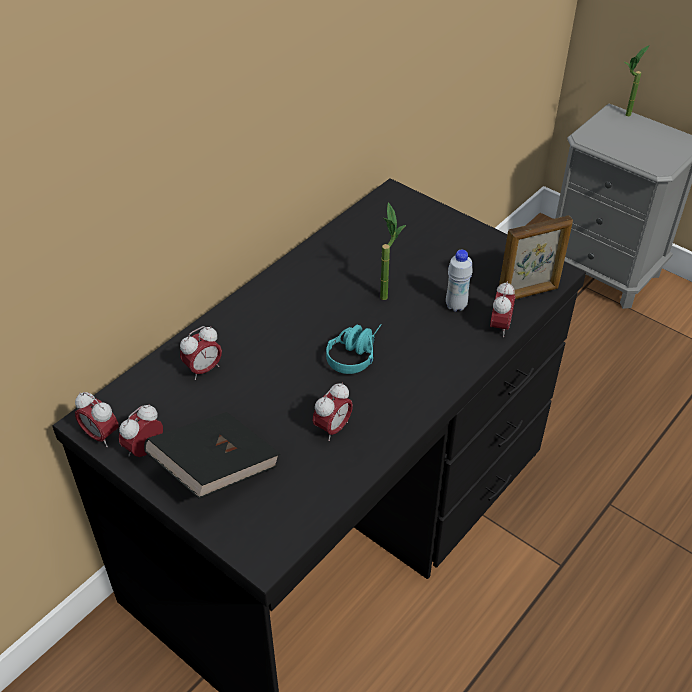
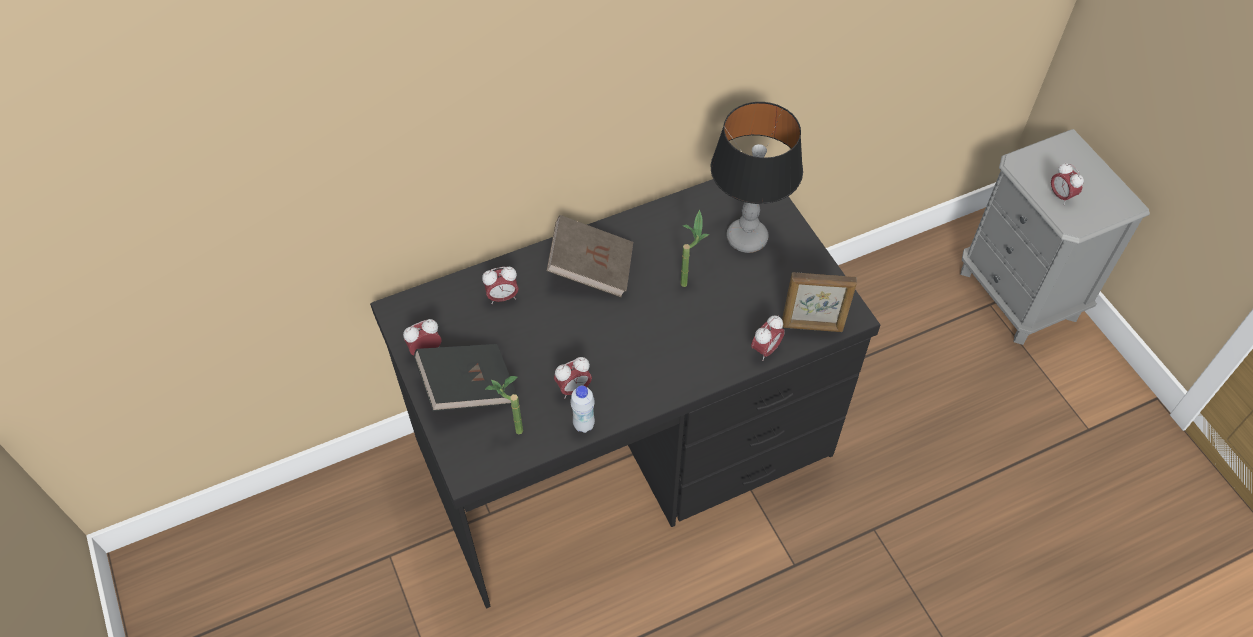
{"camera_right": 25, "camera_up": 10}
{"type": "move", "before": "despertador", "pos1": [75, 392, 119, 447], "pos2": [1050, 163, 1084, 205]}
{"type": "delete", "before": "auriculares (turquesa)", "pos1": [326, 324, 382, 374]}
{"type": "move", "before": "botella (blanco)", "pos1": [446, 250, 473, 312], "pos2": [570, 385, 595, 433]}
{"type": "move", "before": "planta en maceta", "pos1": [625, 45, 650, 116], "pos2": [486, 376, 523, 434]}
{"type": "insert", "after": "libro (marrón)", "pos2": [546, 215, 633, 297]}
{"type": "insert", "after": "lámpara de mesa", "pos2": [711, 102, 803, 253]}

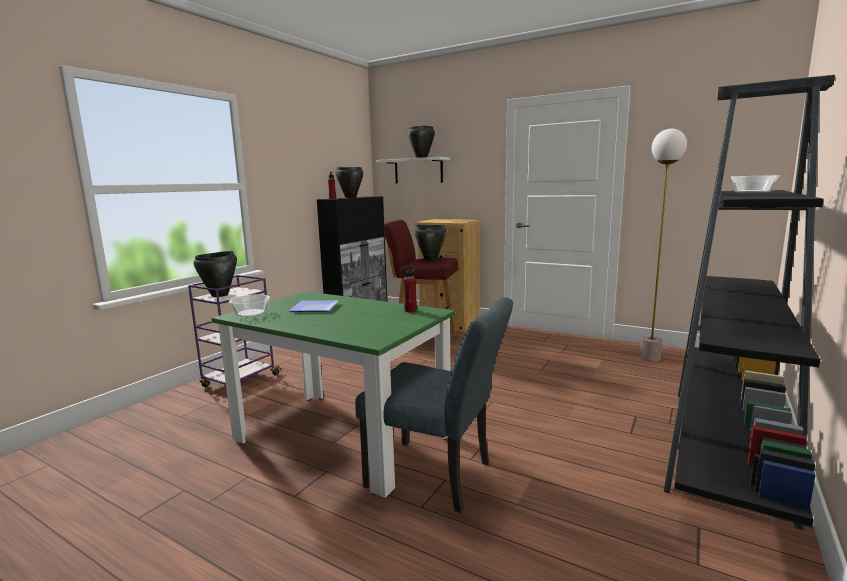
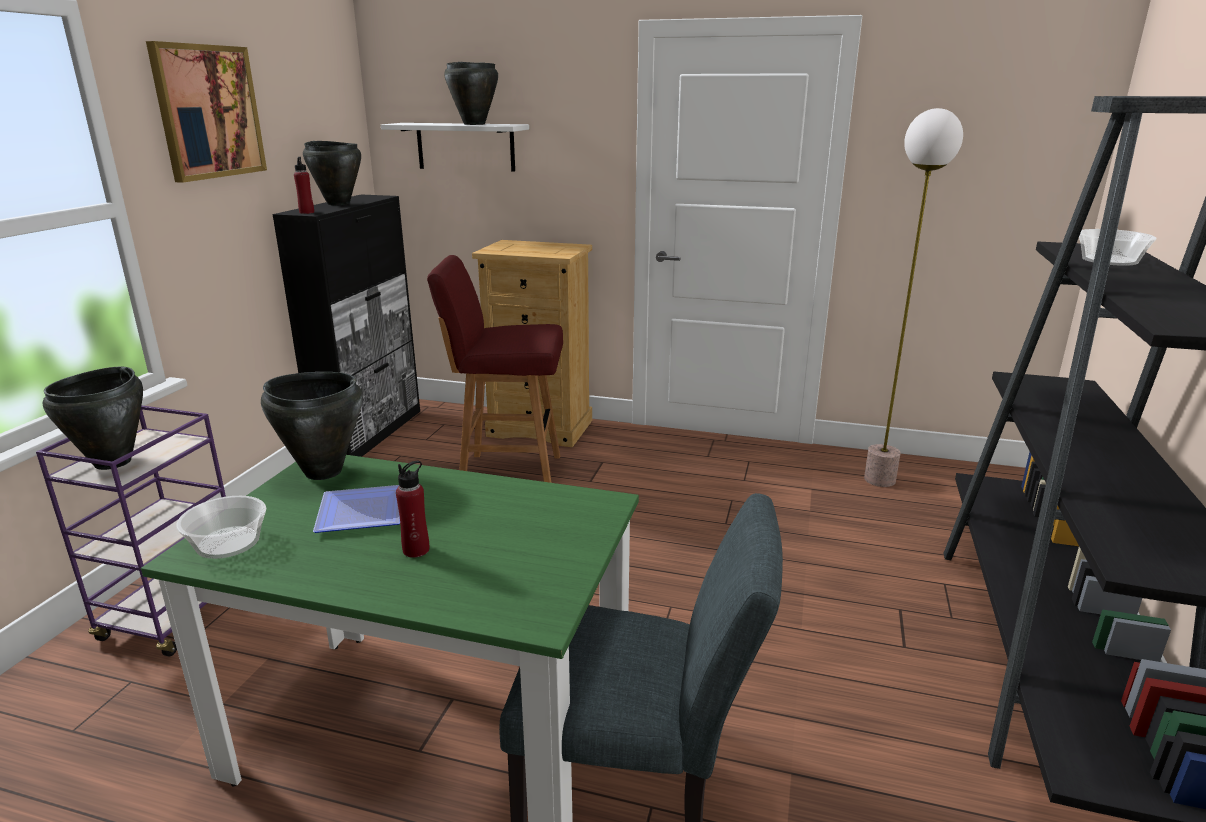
{"camera_right": -15, "camera_up": 10}
{"type": "move", "before": "botella (rojo)", "pos1": [404, 265, 417, 312], "pos2": [396, 461, 429, 558]}
{"type": "move", "before": "olla (negro)", "pos1": [414, 225, 447, 260], "pos2": [261, 372, 363, 480]}
{"type": "insert", "after": "cuadro", "pos2": [146, 41, 267, 183]}

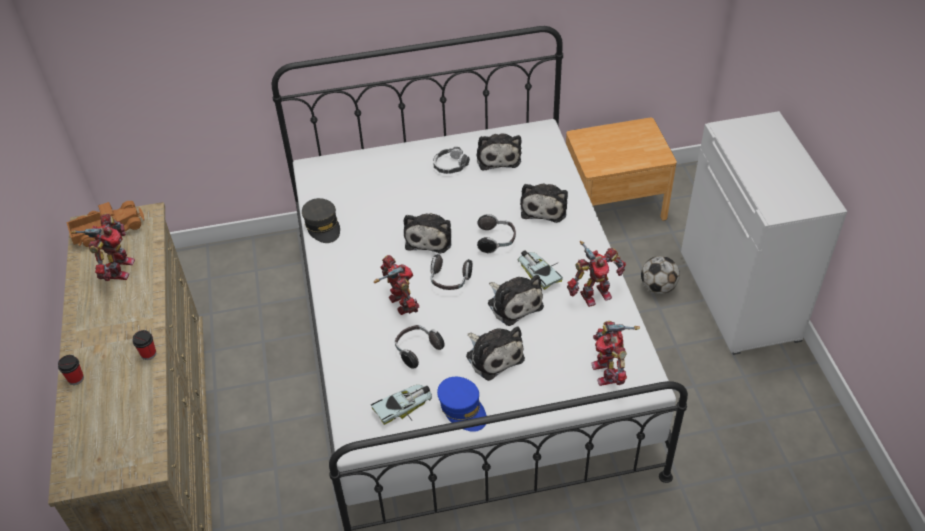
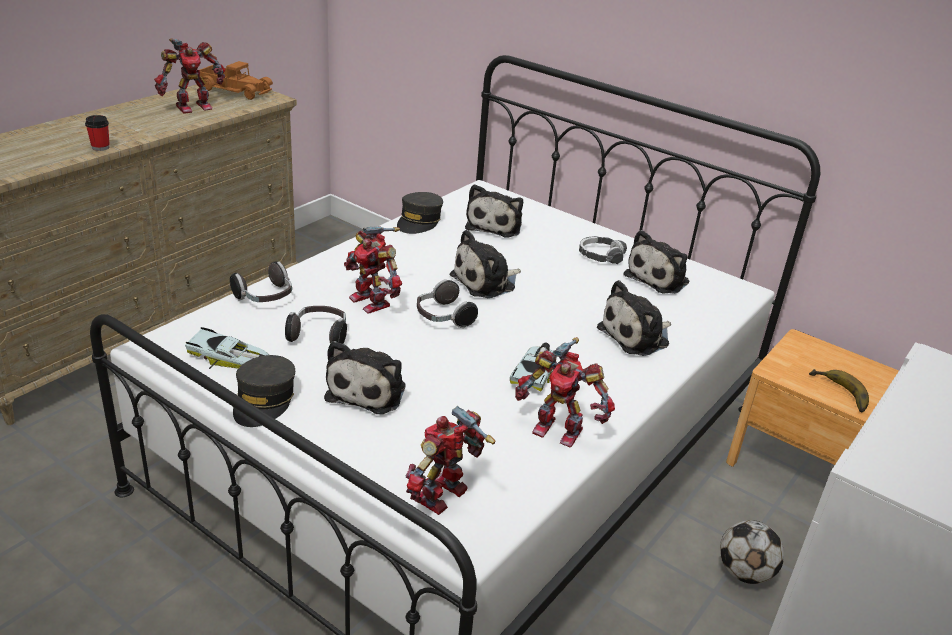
{"camera_right": 45, "camera_up": -15}
{"type": "delete", "before": "taza", "pos1": [58, 355, 84, 385]}
{"type": "rotate", "before": "robot de juguete", "pos1": [374, 255, 419, 315], "pos2": [344, 226, 402, 314], "turn": 120}
{"type": "recolor", "before": "gorra (azul)", "after": "gorra (gris)", "pos1": [437, 377, 487, 432], "pos2": [233, 355, 295, 427]}
{"type": "move", "before": "auriculares", "pos1": [477, 214, 516, 254], "pos2": [230, 261, 292, 302]}
{"type": "move", "before": "peluche", "pos1": [488, 275, 544, 326], "pos2": [465, 184, 523, 237]}
{"type": "insert", "after": "plátano", "pos2": [809, 369, 869, 412]}

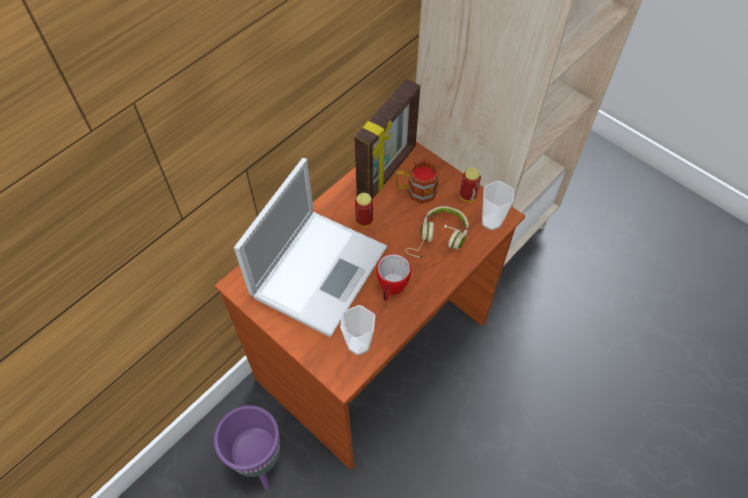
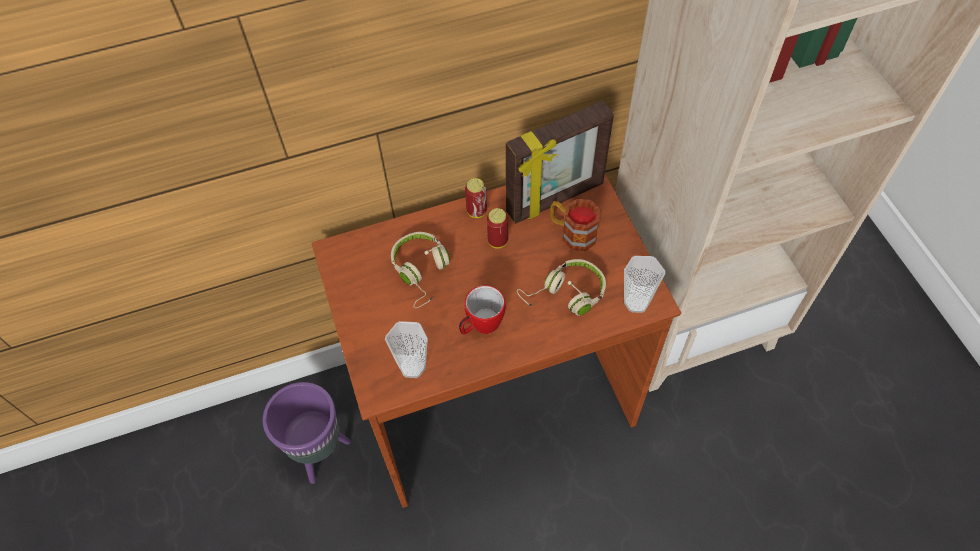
{"camera_right": 30, "camera_up": 0}
{"type": "replace", "before": "portátil", "after": "auriculares (beis)", "pos1": [234, 158, 387, 337], "pos2": [391, 232, 450, 308]}
{"type": "move", "before": "lata", "pos1": [460, 168, 481, 202], "pos2": [465, 178, 487, 218]}

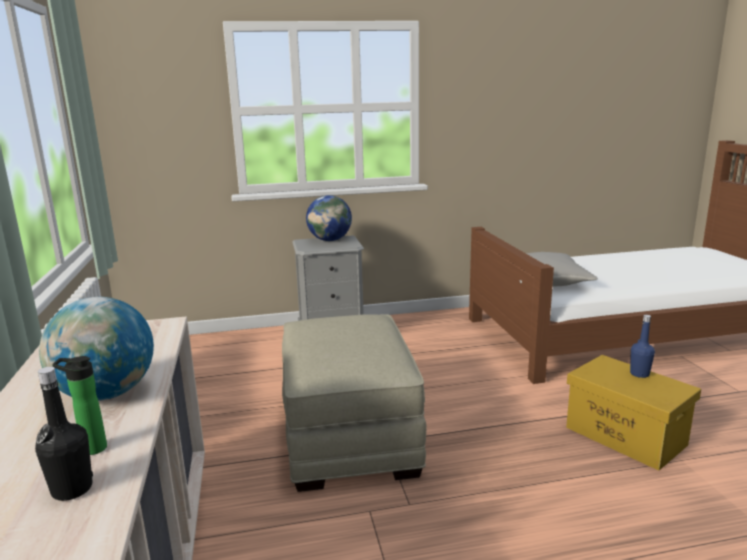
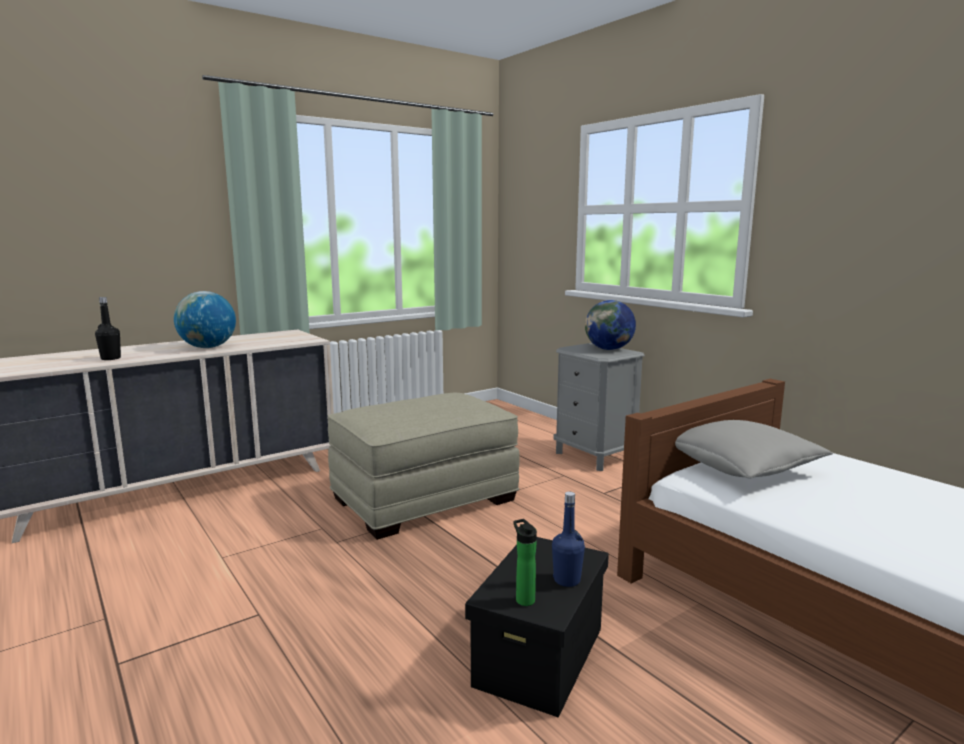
{"camera_right": 65, "camera_up": -5}
{"type": "move", "before": "botella", "pos1": [52, 356, 107, 455], "pos2": [513, 519, 537, 606]}
{"type": "recolor", "before": "caja de almacenaje (amarillo)", "after": "caja de almacenaje (negro)", "pos1": [566, 355, 701, 470], "pos2": [465, 537, 609, 717]}

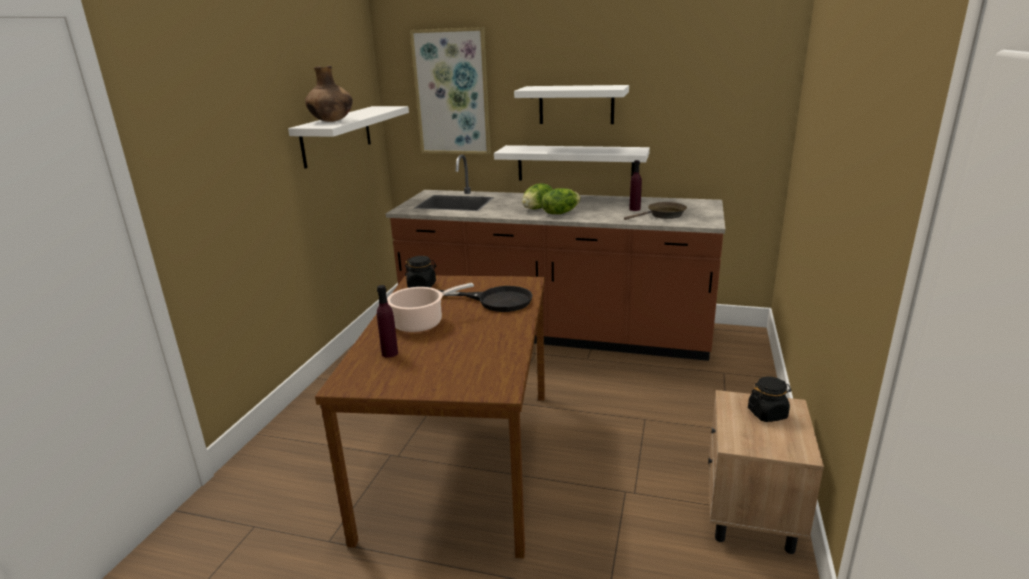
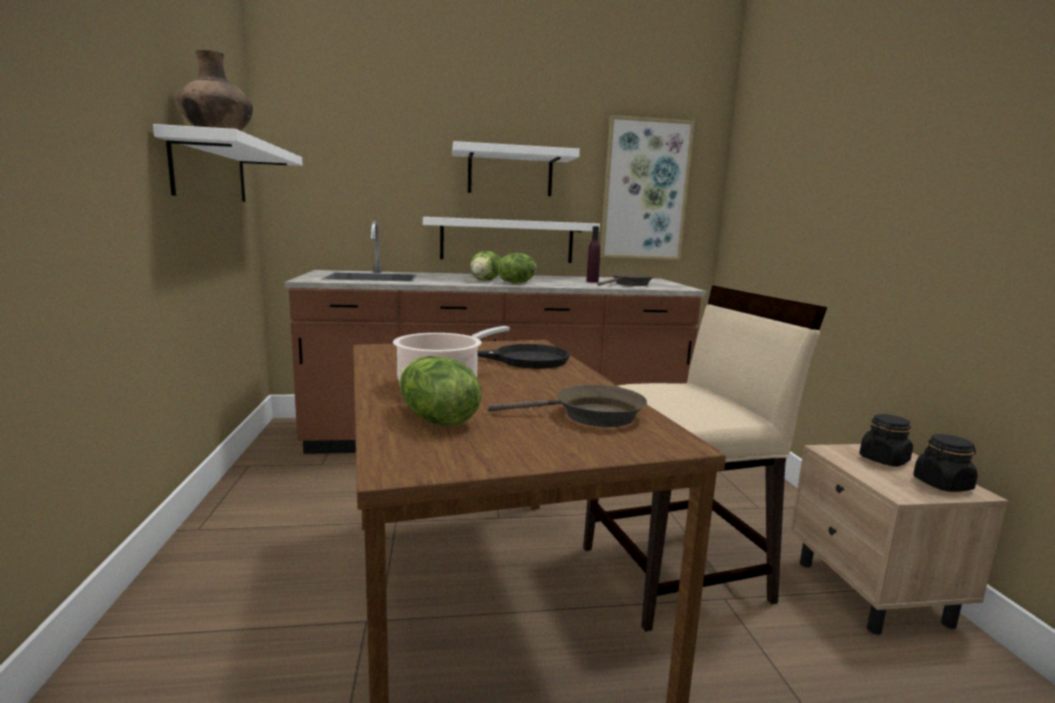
{"camera_right": -25, "camera_up": -10}
{"type": "replace", "before": "botella (morado)", "after": "lechuga", "pos1": [377, 285, 398, 358], "pos2": [399, 356, 481, 426]}
{"type": "move", "before": "tarro (negro)", "pos1": [405, 256, 437, 288], "pos2": [913, 434, 978, 492]}
{"type": "move", "before": "cuadro", "pos1": [410, 27, 491, 154], "pos2": [600, 115, 695, 260]}
{"type": "insert", "after": "sartén (marrón)", "pos2": [488, 385, 647, 427]}
{"type": "insert", "after": "silla (beis)", "pos2": [583, 285, 827, 632]}

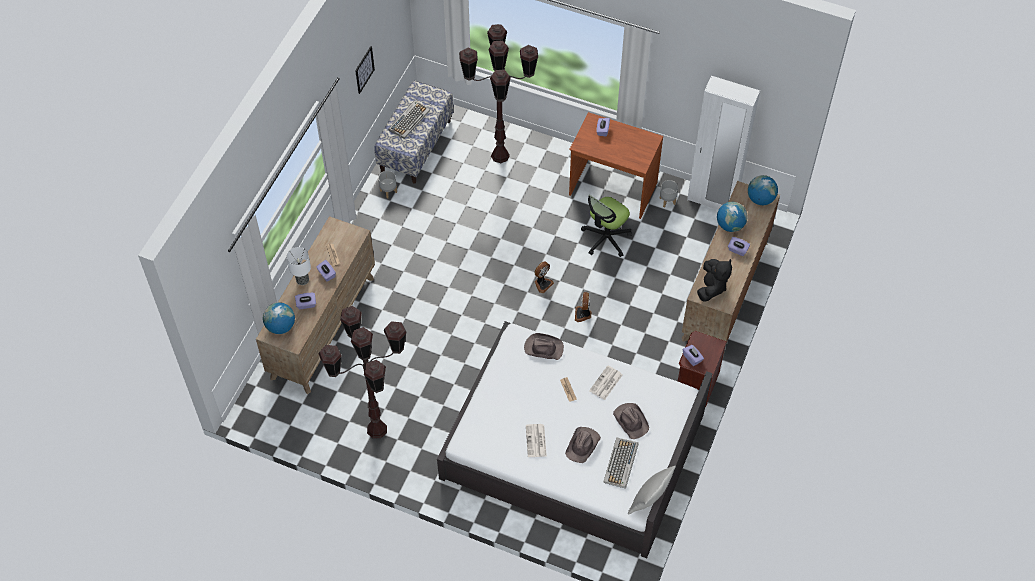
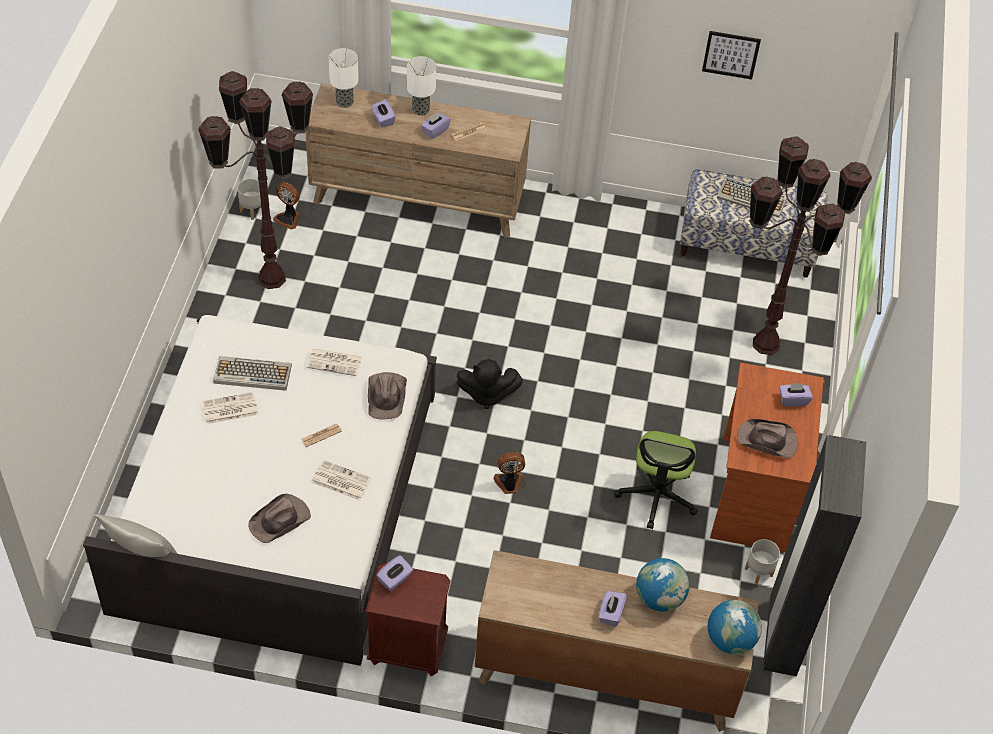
{"camera_right": 75, "camera_up": -5}
{"type": "replace", "before": "globo terráqueo", "after": "lámpara de mesa", "pos1": [263, 302, 295, 334], "pos2": [329, 48, 359, 108]}
{"type": "move", "before": "maceta (gris)", "pos1": [378, 171, 397, 198], "pos2": [238, 178, 261, 220]}
{"type": "move", "before": "ventilador", "pos1": [534, 261, 554, 293], "pos2": [273, 183, 299, 230]}
{"type": "move", "before": "sombrero (marrón)", "pos1": [565, 427, 601, 463], "pos2": [737, 419, 798, 458]}
{"type": "rotate", "before": "silla de oficina", "pos1": [581, 195, 632, 257], "pos2": [614, 431, 698, 529], "turn": -105}
{"type": "move", "before": "teclado", "pos1": [603, 438, 639, 489], "pos2": [213, 356, 292, 391]}
{"type": "recolor", "before": "armario ropero (blanco)", "after": "armario ropero (negro)", "pos1": [687, 76, 760, 210], "pos2": [763, 435, 866, 676]}
{"type": "move", "before": "peluche (negro)", "pos1": [697, 259, 732, 301], "pos2": [456, 359, 523, 409]}
{"type": "insert", "after": "periódico", "pos2": [306, 348, 362, 376]}

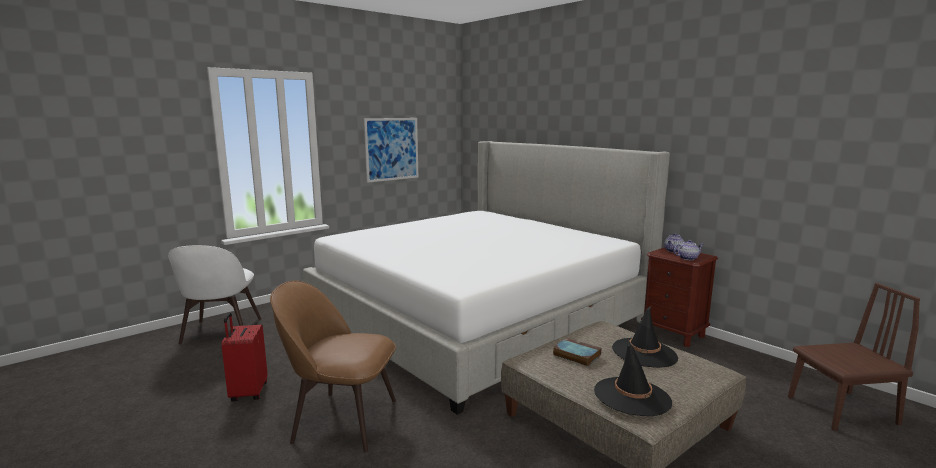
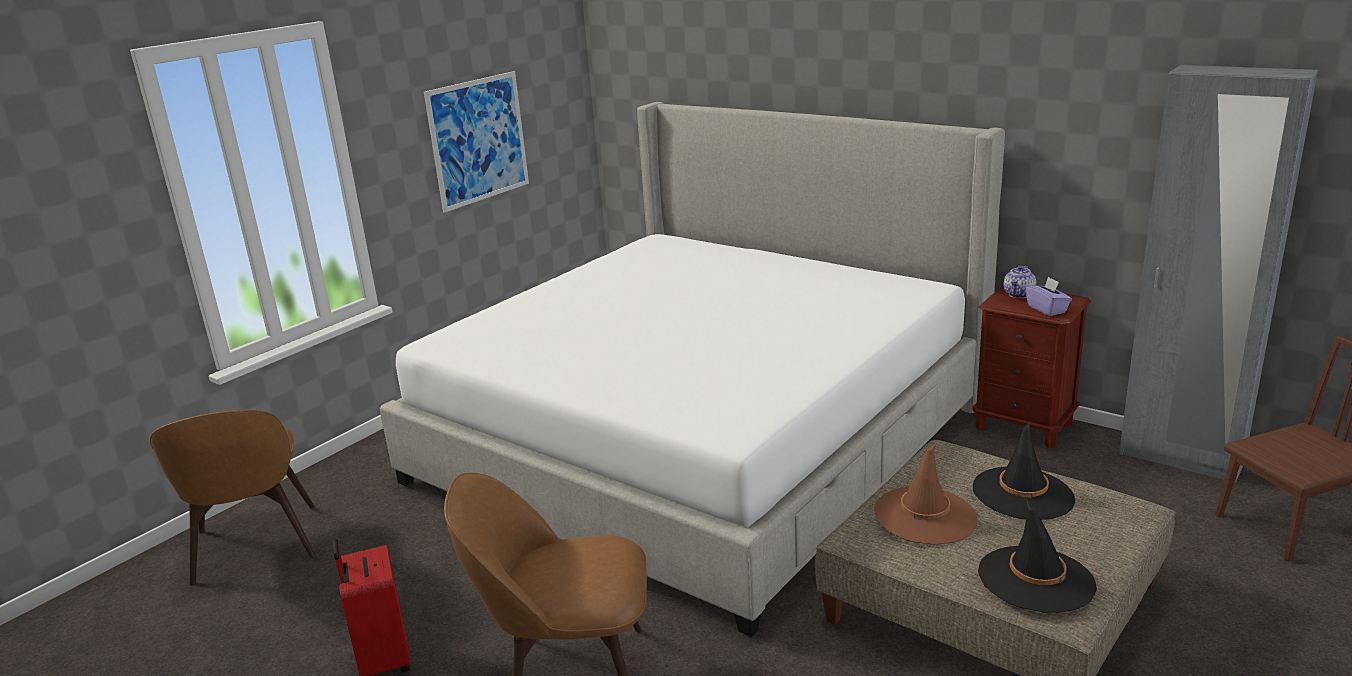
{"camera_right": -10, "camera_up": 10}
{"type": "recolor", "before": "silla (blanco)", "after": "silla (marrón)", "pos1": [168, 245, 261, 344], "pos2": [150, 410, 316, 586]}
{"type": "replace", "before": "libro", "after": "sombrero (marrón)", "pos1": [553, 338, 601, 366], "pos2": [874, 443, 977, 545]}
{"type": "replace", "before": "tetera", "after": "caja de pañuelos (morado)", "pos1": [674, 240, 704, 260], "pos2": [1025, 277, 1072, 316]}
{"type": "insert", "after": "armario ropero (gris)", "pos2": [1119, 65, 1318, 483]}

